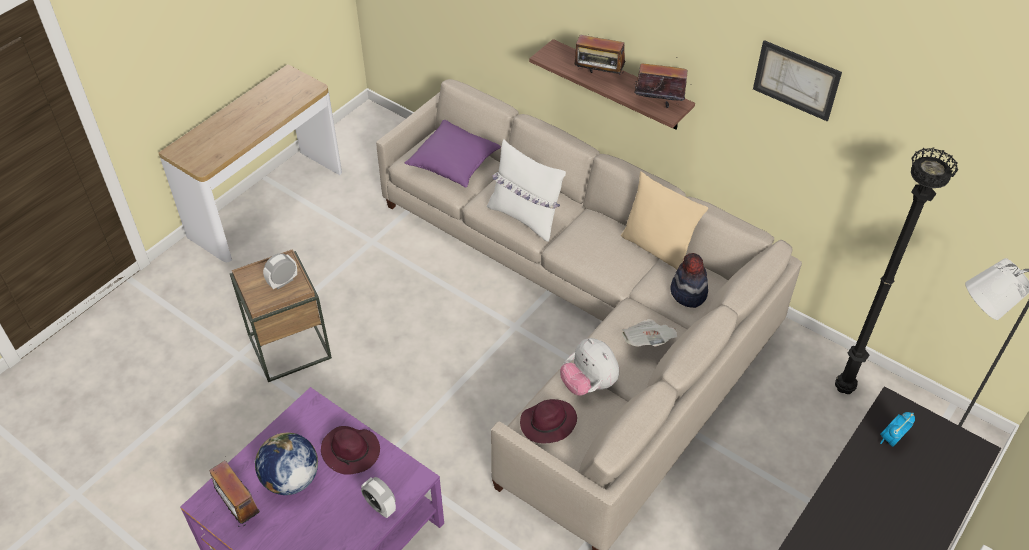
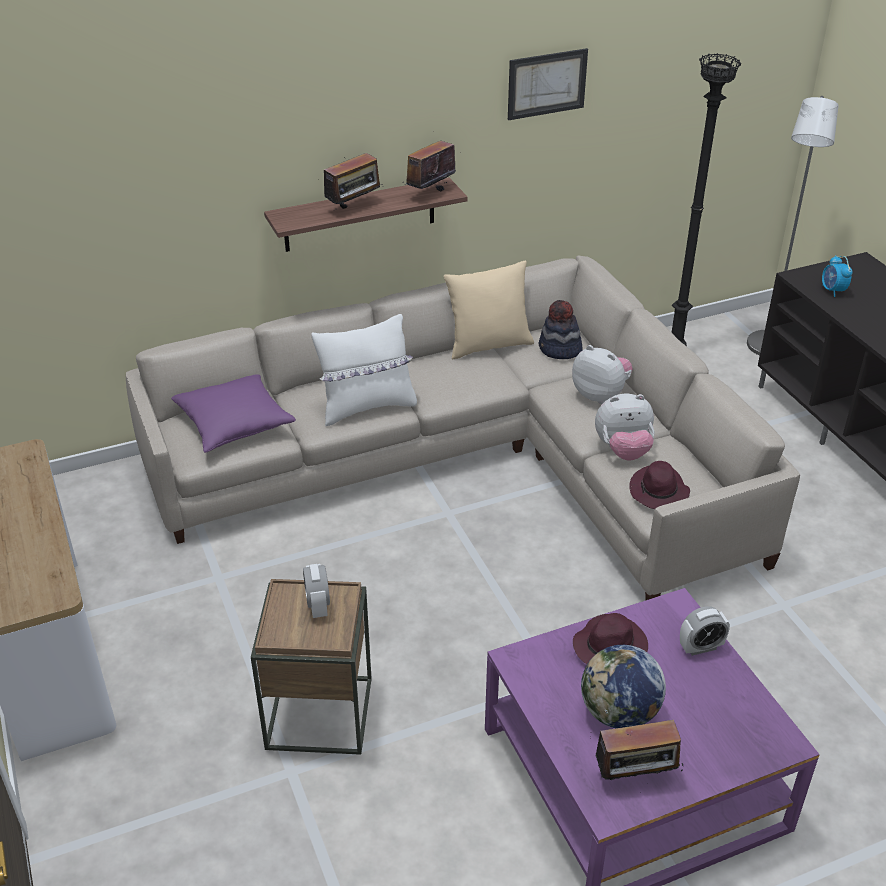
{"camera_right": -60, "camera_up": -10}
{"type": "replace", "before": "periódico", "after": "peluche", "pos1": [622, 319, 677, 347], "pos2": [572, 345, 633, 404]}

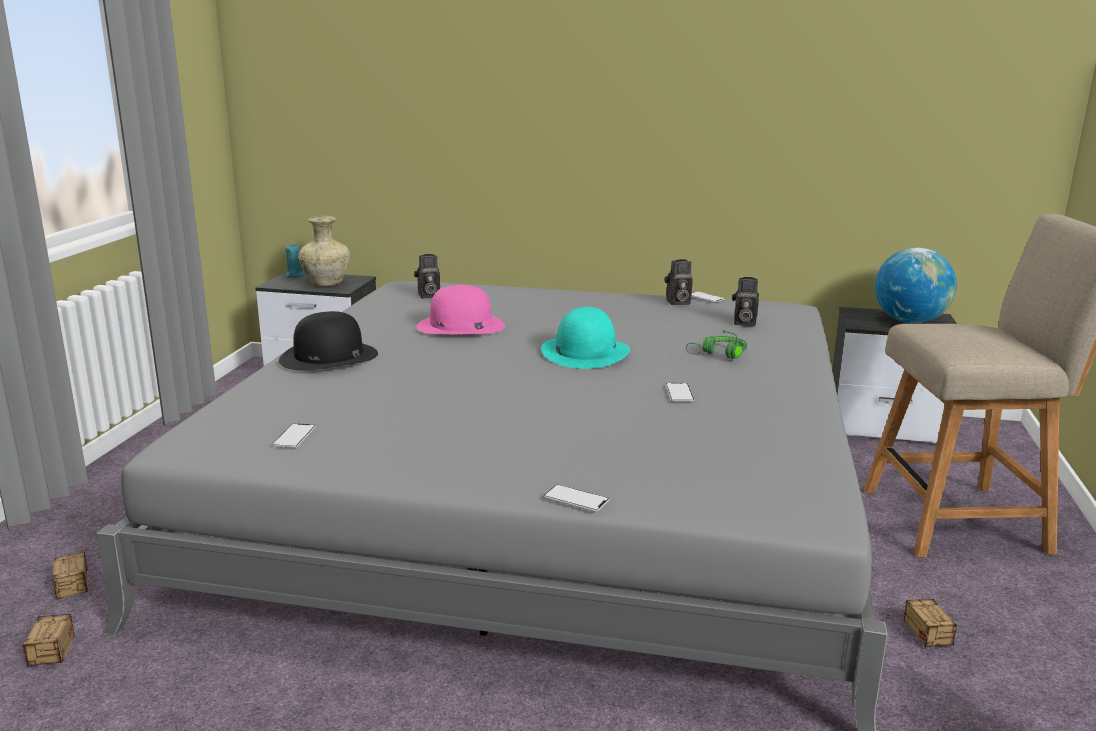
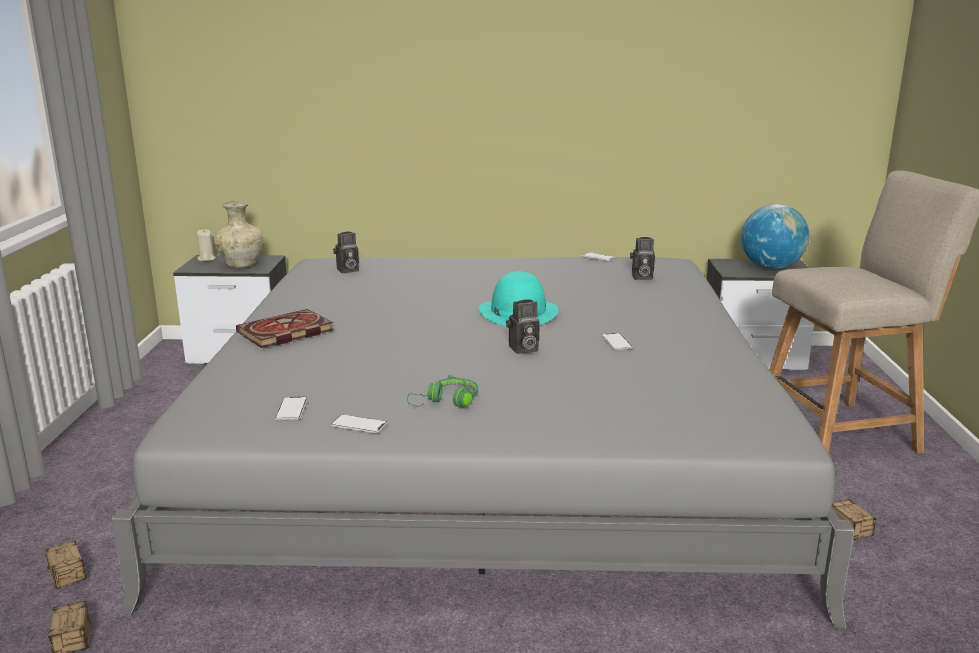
{"camera_right": -10, "camera_up": 0}
{"type": "replace", "before": "sombrero (negro)", "after": "libro", "pos1": [279, 311, 378, 370], "pos2": [236, 309, 334, 348]}
{"type": "recolor", "before": "vela (turquesa)", "after": "vela (beis)", "pos1": [286, 244, 304, 278], "pos2": [197, 229, 216, 261]}
{"type": "delete", "before": "sombrero (rosa)", "pos1": [417, 285, 505, 334]}
{"type": "move", "before": "móvil", "pos1": [543, 484, 610, 512], "pos2": [330, 414, 388, 434]}
{"type": "move", "before": "cámara", "pos1": [665, 259, 693, 305], "pos2": [506, 299, 540, 354]}
{"type": "move", "before": "auriculares (verde)", "pos1": [686, 330, 747, 359], "pos2": [407, 375, 478, 408]}

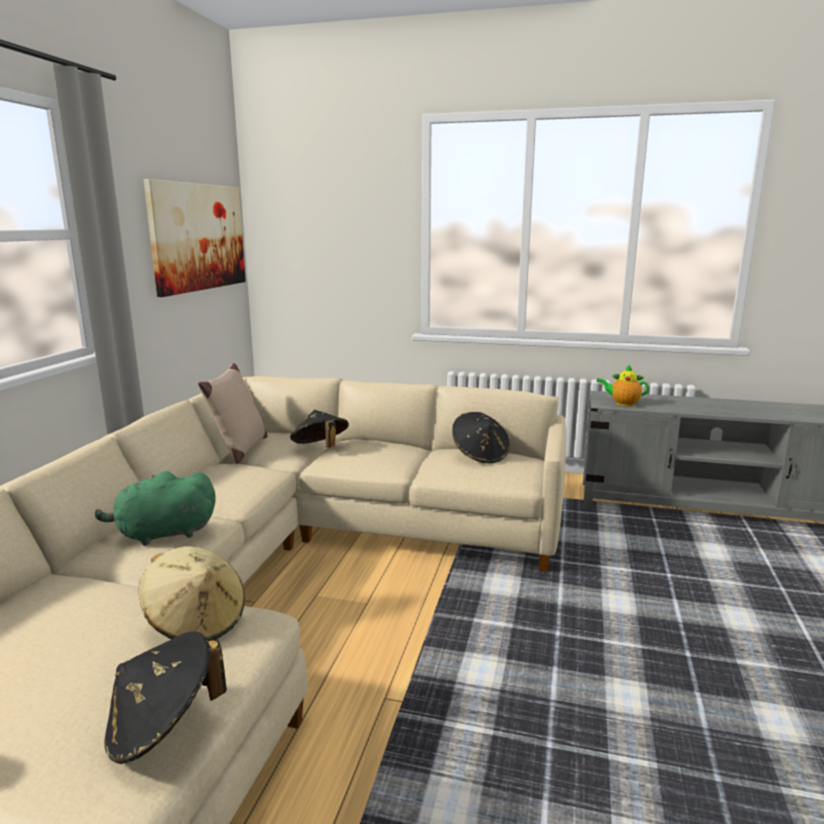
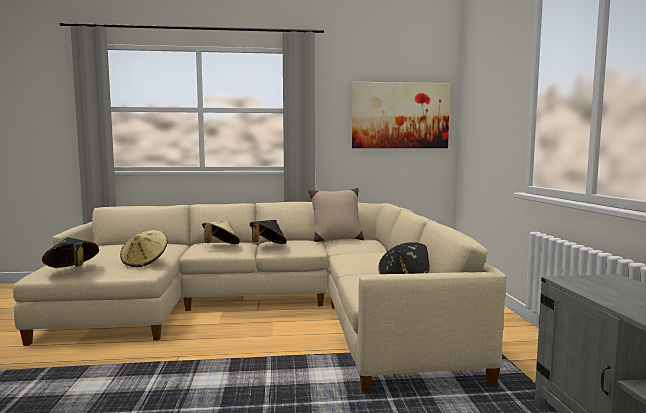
{"camera_right": 70, "camera_up": -10}
{"type": "replace", "before": "peluche (verde)", "after": "sombrero (beis)", "pos1": [95, 471, 216, 546], "pos2": [202, 220, 240, 244]}
{"type": "move", "before": "sombrero (negro)", "pos1": [290, 410, 349, 448], "pos2": [250, 220, 287, 244]}
{"type": "delete", "before": "tetera", "pos1": [596, 364, 649, 406]}

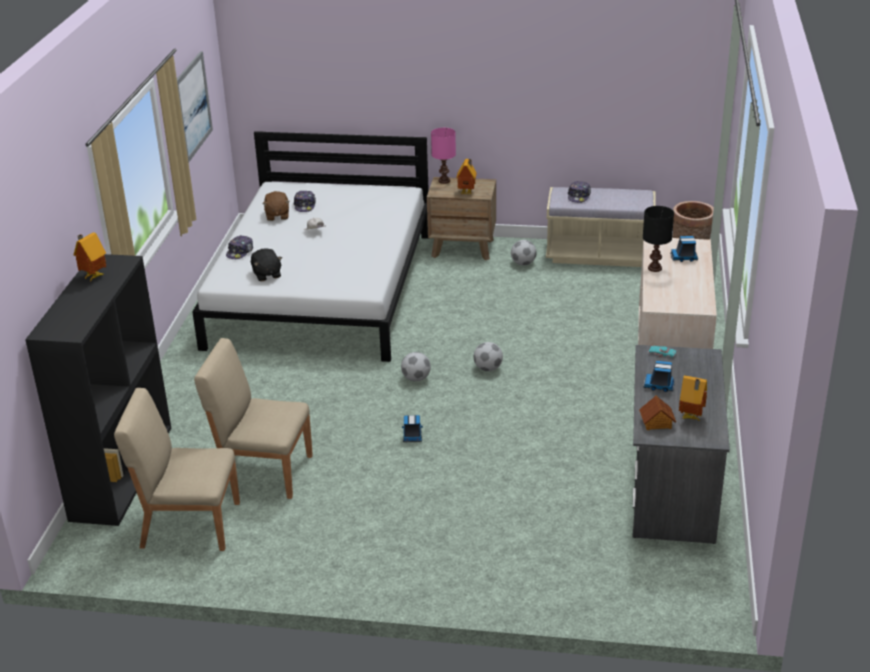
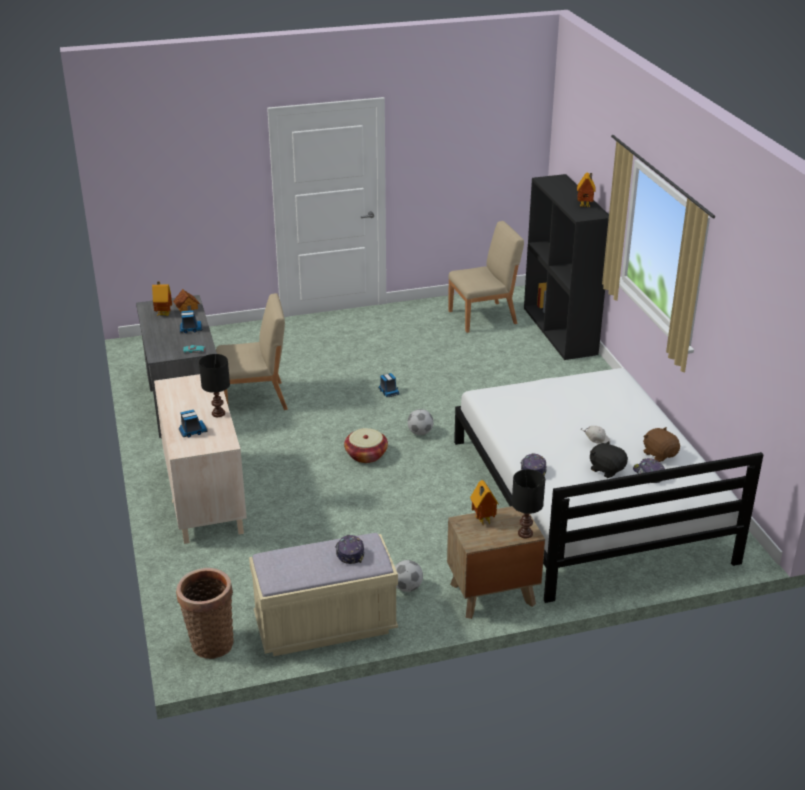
{"camera_right": 155, "camera_up": 0}
{"type": "delete", "before": "cuadro", "pos1": [177, 51, 213, 162]}
{"type": "move", "before": "silla (beis)", "pos1": [194, 338, 313, 499], "pos2": [216, 293, 288, 410]}
{"type": "move", "before": "gorra", "pos1": [226, 235, 253, 259], "pos2": [520, 453, 547, 476]}
{"type": "move", "before": "peluche (negro)", "pos1": [251, 249, 282, 281], "pos2": [590, 441, 628, 478]}
{"type": "recolor", "before": "lámpara de mesa (rosa)", "after": "lámpara de mesa (negro)", "pos1": [431, 128, 456, 184], "pos2": [512, 469, 545, 538]}
{"type": "replace", "before": "balón de fútbol", "after": "cesta", "pos1": [474, 342, 503, 371], "pos2": [344, 428, 388, 463]}

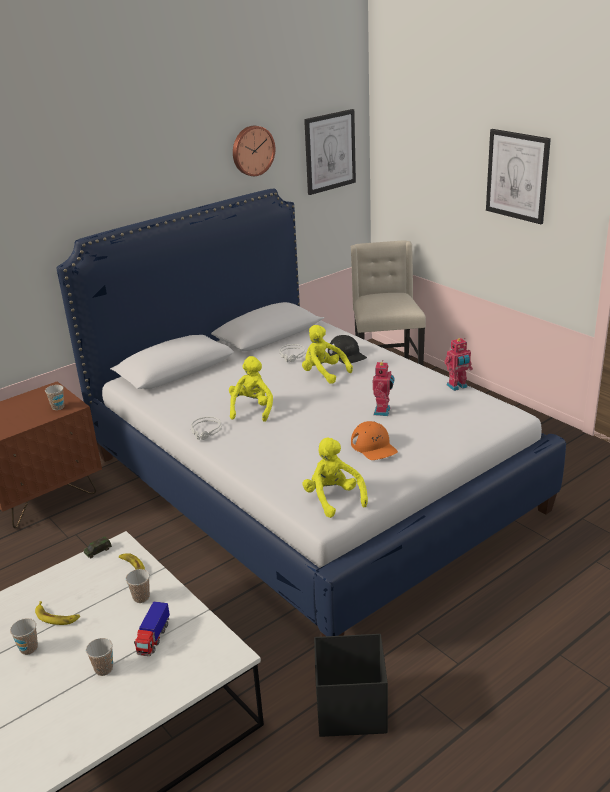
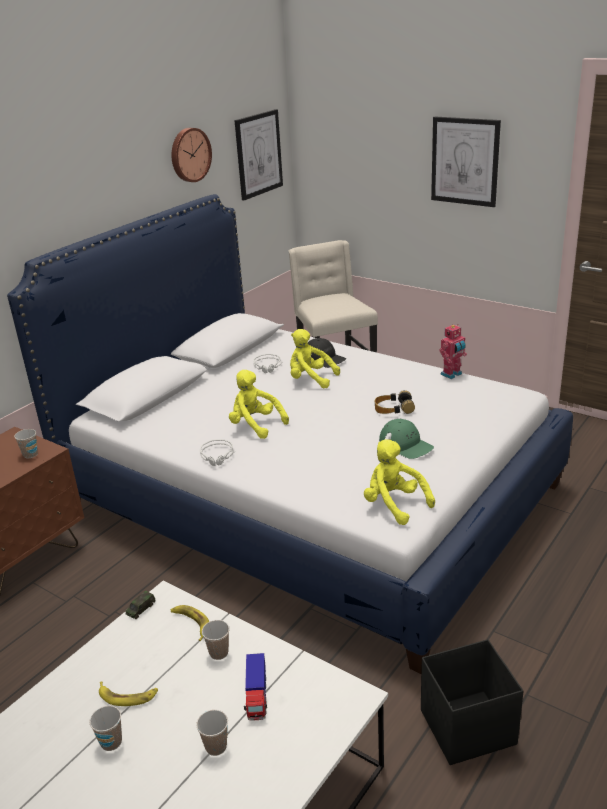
{"camera_right": -15, "camera_up": 0}
{"type": "rotate", "before": "peluche (amarillo)", "pos1": [229, 356, 273, 422], "pos2": [229, 370, 289, 439], "turn": -45}
{"type": "recolor", "before": "gorra (naranja)", "after": "gorra (verde)", "pos1": [351, 421, 398, 460], "pos2": [379, 419, 434, 459]}
{"type": "replace", "before": "robot de juguete", "after": "auriculares", "pos1": [373, 360, 395, 416], "pos2": [375, 390, 415, 414]}

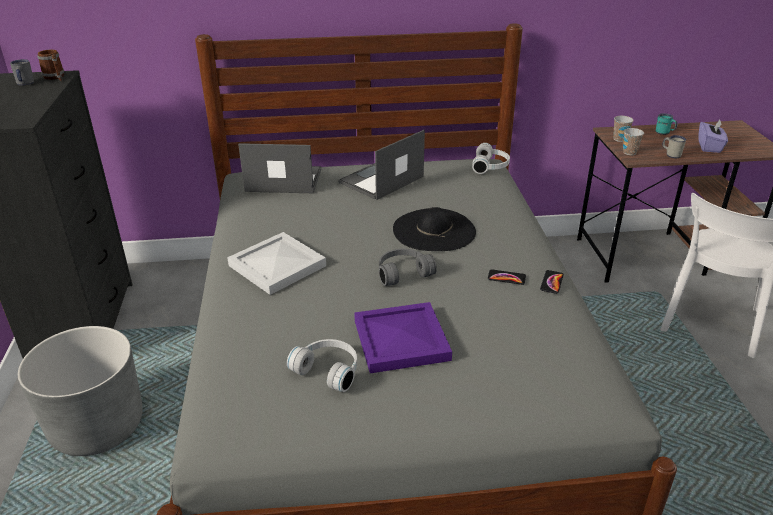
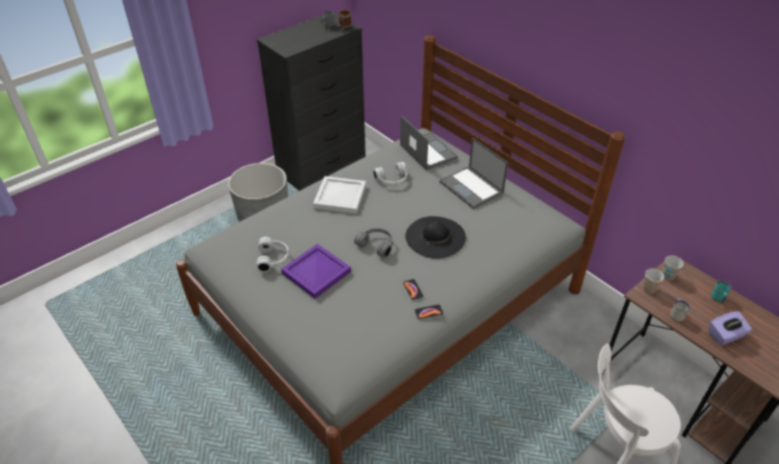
{"camera_right": 55, "camera_up": 10}
{"type": "rotate", "before": "portátil", "pos1": [338, 130, 425, 200], "pos2": [440, 138, 508, 209], "turn": -135}
{"type": "move", "before": "auriculares (blanco)", "pos1": [472, 143, 510, 174], "pos2": [373, 162, 407, 186]}

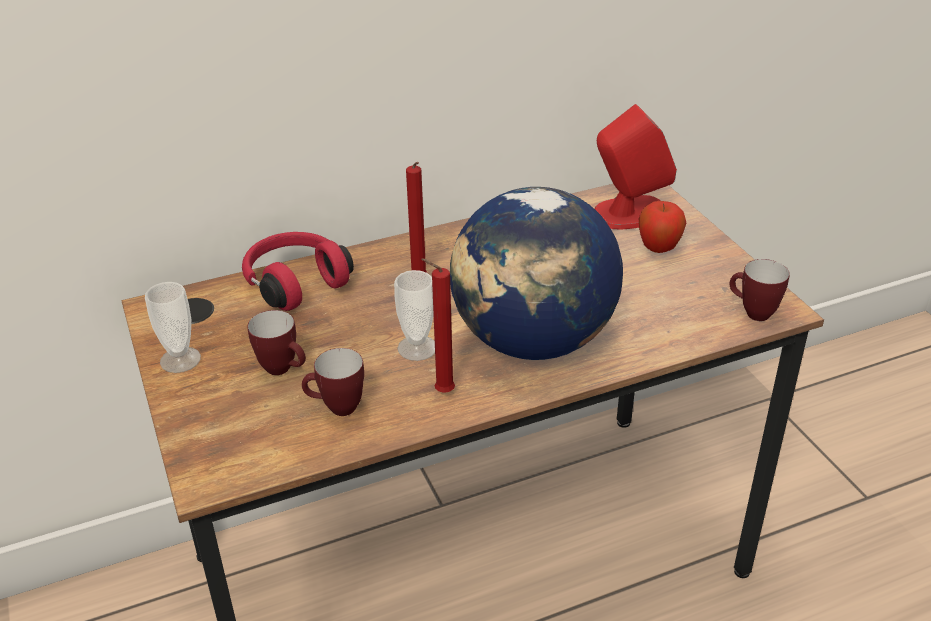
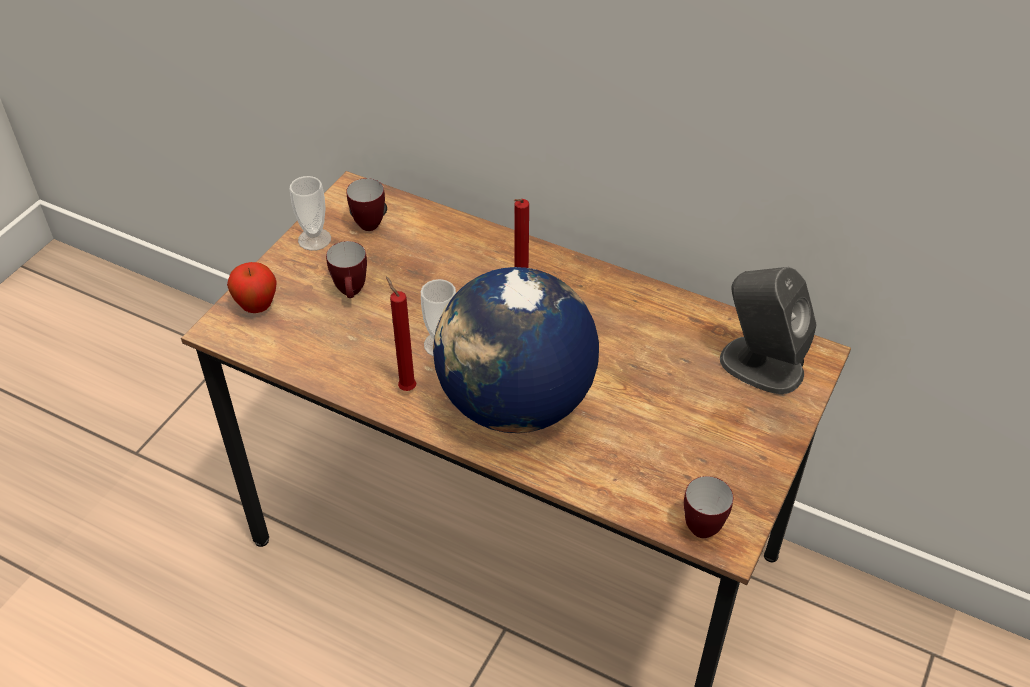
{"camera_right": 50, "camera_up": 10}
{"type": "delete", "before": "auriculares (rojo)", "pos1": [242, 232, 354, 311]}
{"type": "move", "before": "taza grande", "pos1": [302, 348, 364, 416], "pos2": [346, 178, 385, 231]}
{"type": "recolor", "before": "altavoz (rojo)", "after": "altavoz (gris)", "pos1": [594, 104, 677, 230], "pos2": [720, 267, 817, 394]}
{"type": "move", "before": "manzana", "pos1": [638, 201, 686, 253], "pos2": [227, 262, 277, 313]}

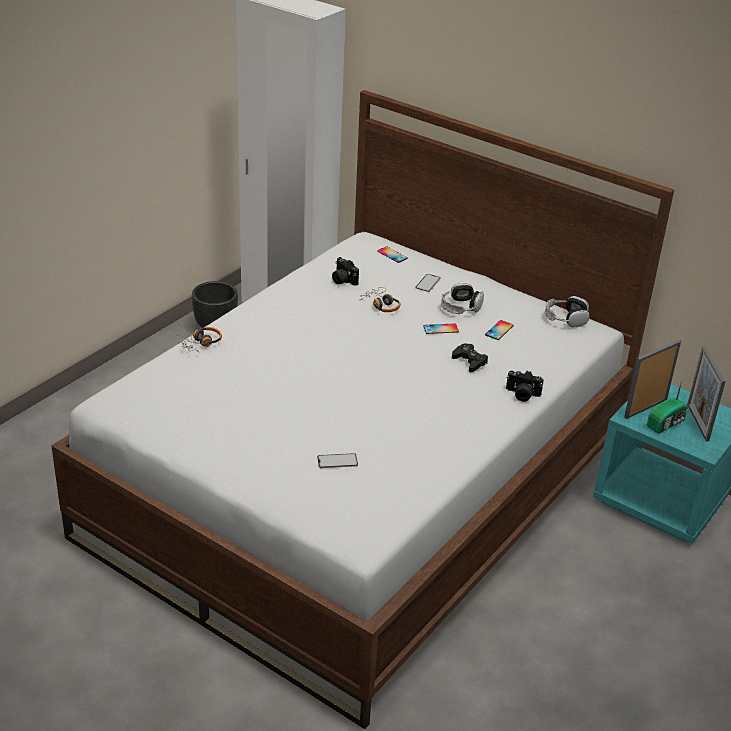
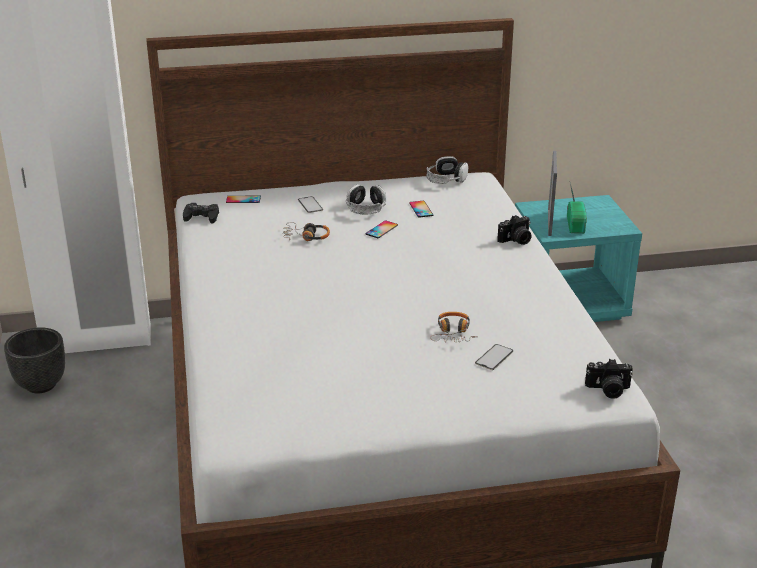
{"camera_right": -45, "camera_up": -5}
{"type": "move", "before": "auriculares", "pos1": [173, 327, 222, 352], "pos2": [430, 312, 475, 342]}
{"type": "move", "before": "cámara", "pos1": [332, 257, 359, 286], "pos2": [585, 359, 633, 399]}
{"type": "move", "before": "mando de consola (negro)", "pos1": [452, 343, 488, 372], "pos2": [183, 203, 219, 223]}
{"type": "delete", "before": "portarretratos", "pos1": [687, 346, 726, 442]}

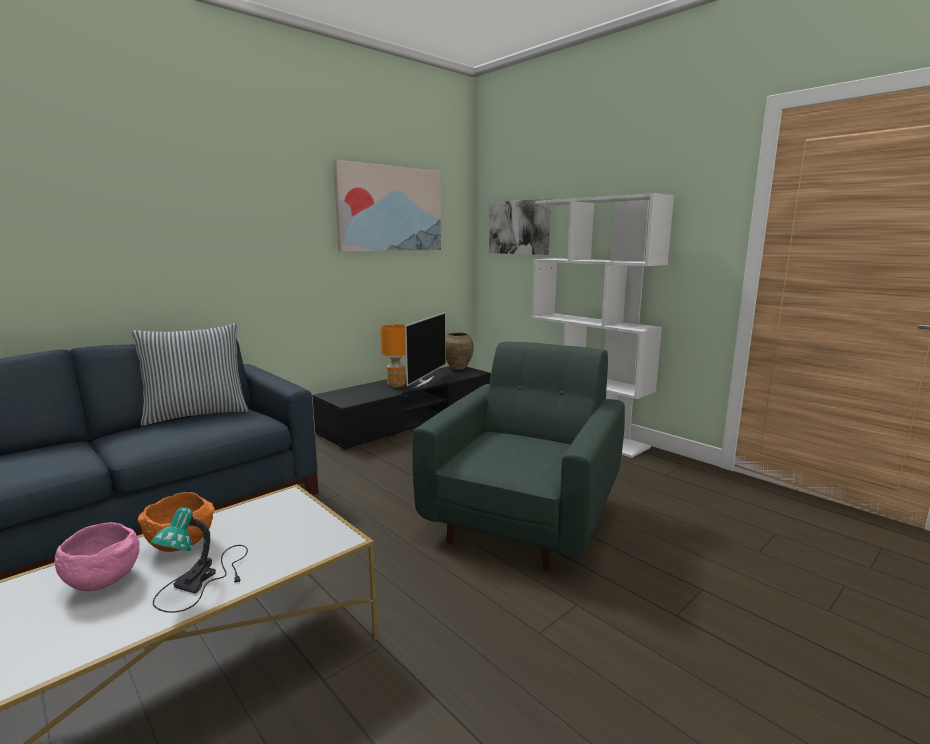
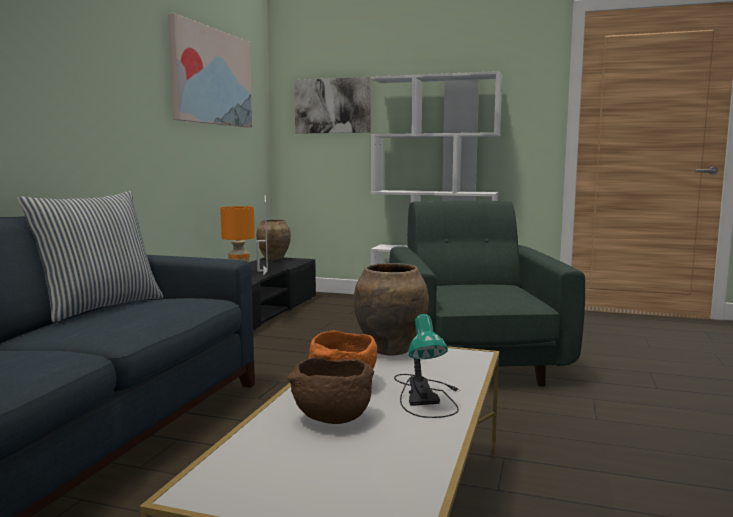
{"camera_right": -30, "camera_up": -5}
{"type": "recolor", "before": "cuenco (rosa)", "after": "cuenco (marrón)", "pos1": [55, 522, 140, 591], "pos2": [287, 357, 374, 424]}
{"type": "insert", "after": "florero (marrón)", "pos2": [353, 263, 429, 355]}

